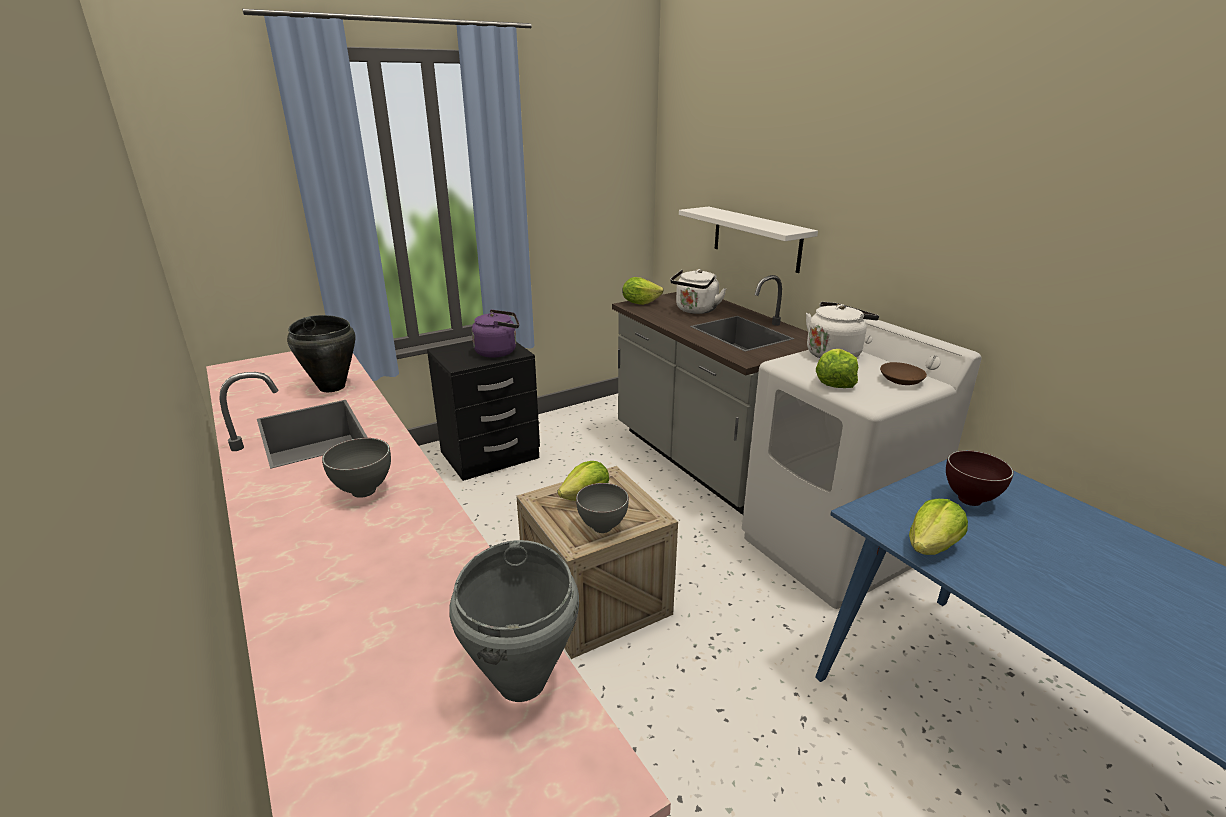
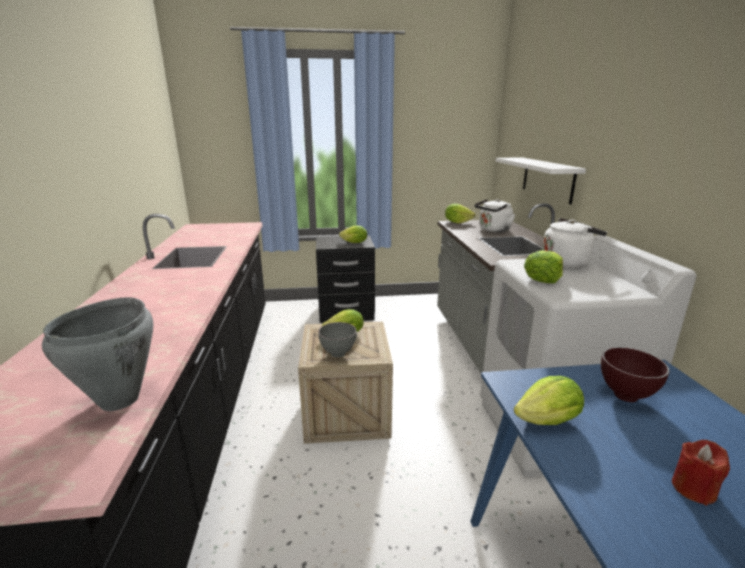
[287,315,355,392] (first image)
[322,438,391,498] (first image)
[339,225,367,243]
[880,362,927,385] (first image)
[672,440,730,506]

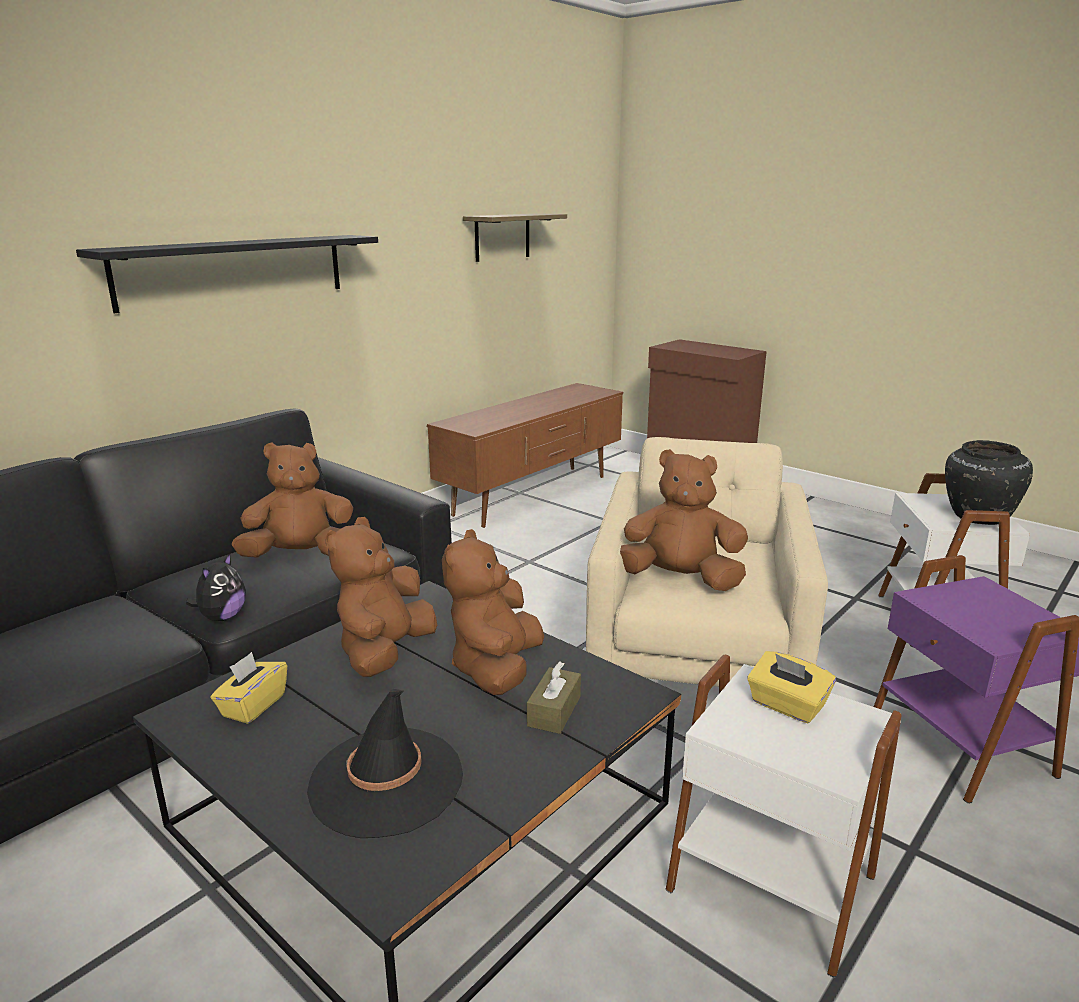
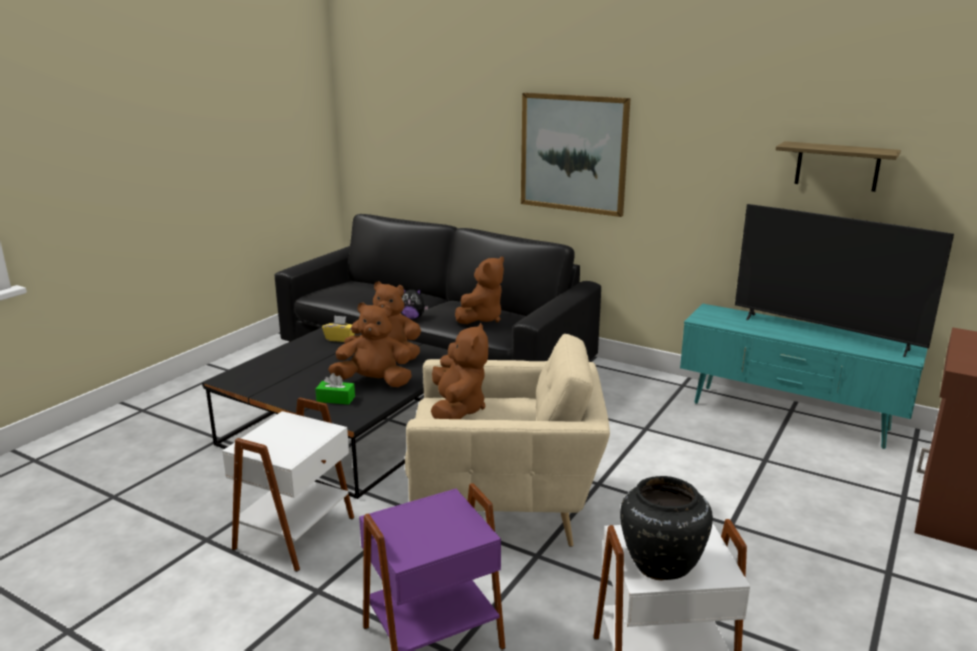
[521,93,631,217]
[455,256,504,324]
[307,689,463,838] (first image)
[680,303,928,449]
[315,373,355,405]
[747,651,836,724] (first image)
[735,204,954,357]

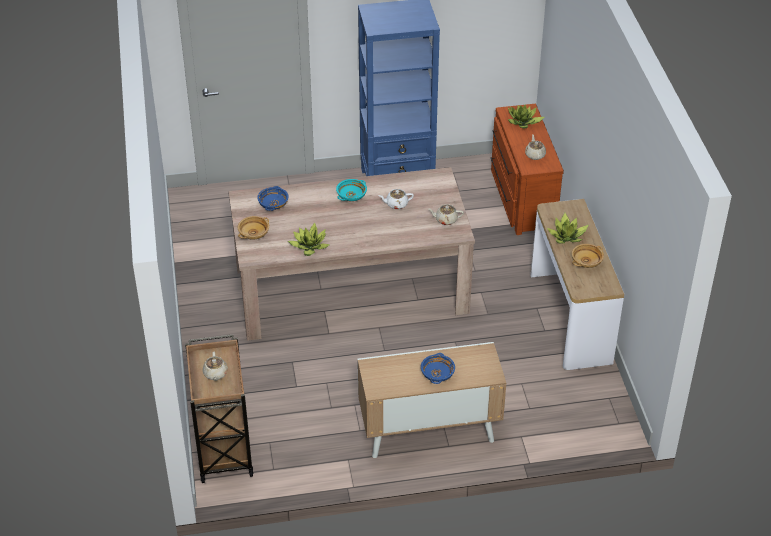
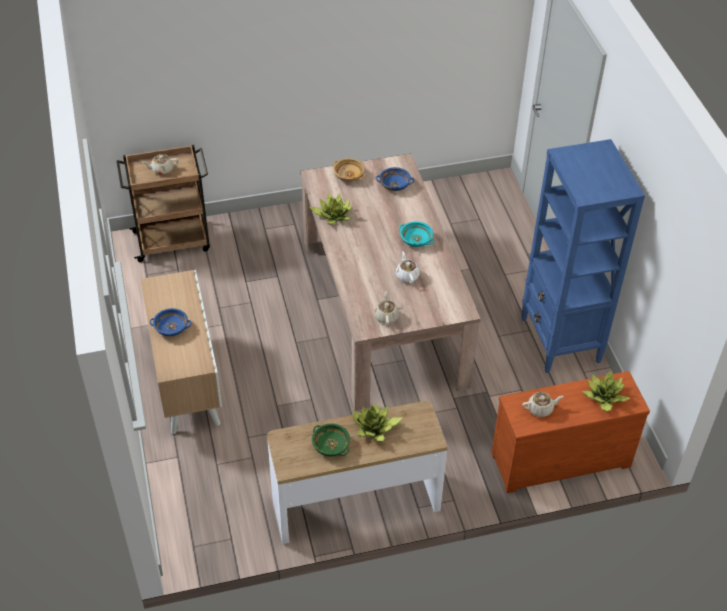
[312,424,350,456]

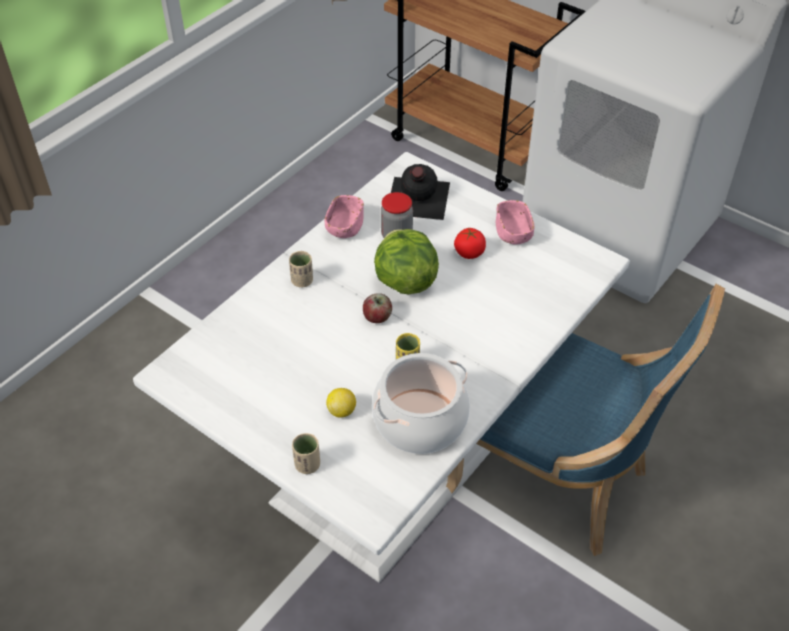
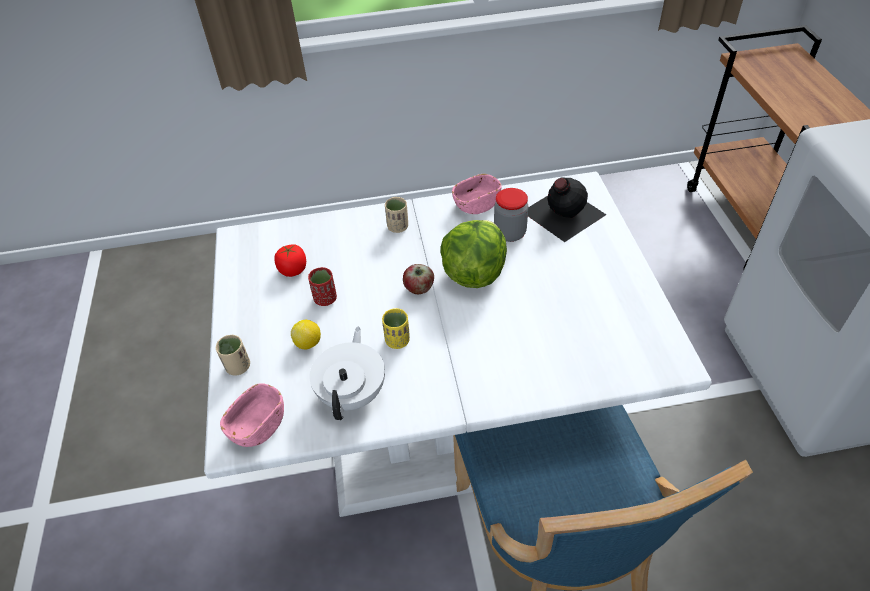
[309,327,385,420]
[274,244,306,277]
[220,383,284,447]
[308,267,337,306]

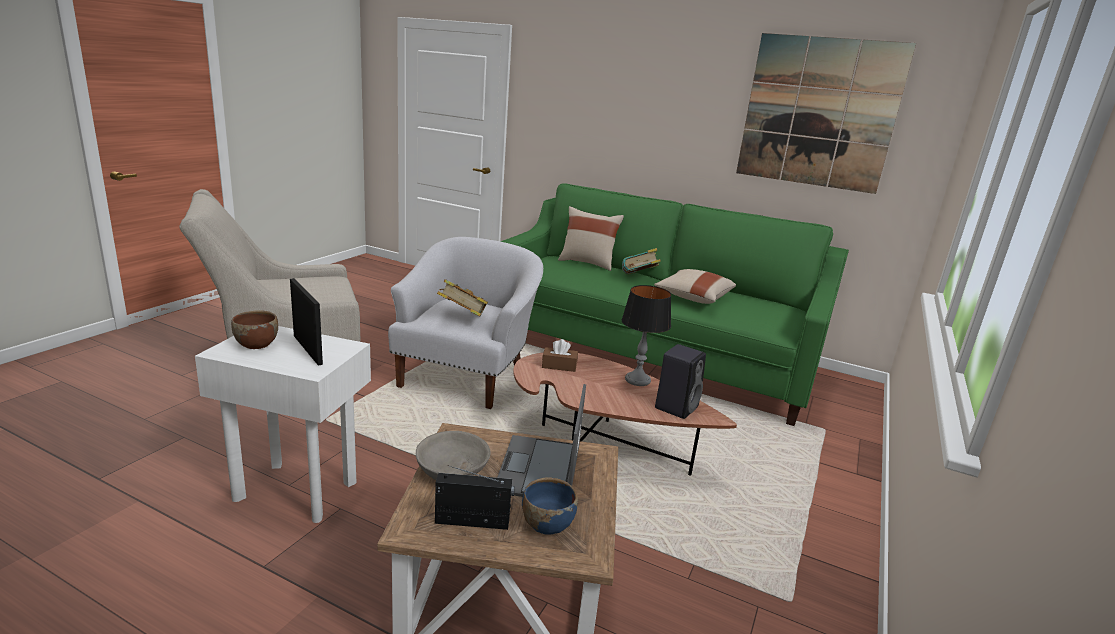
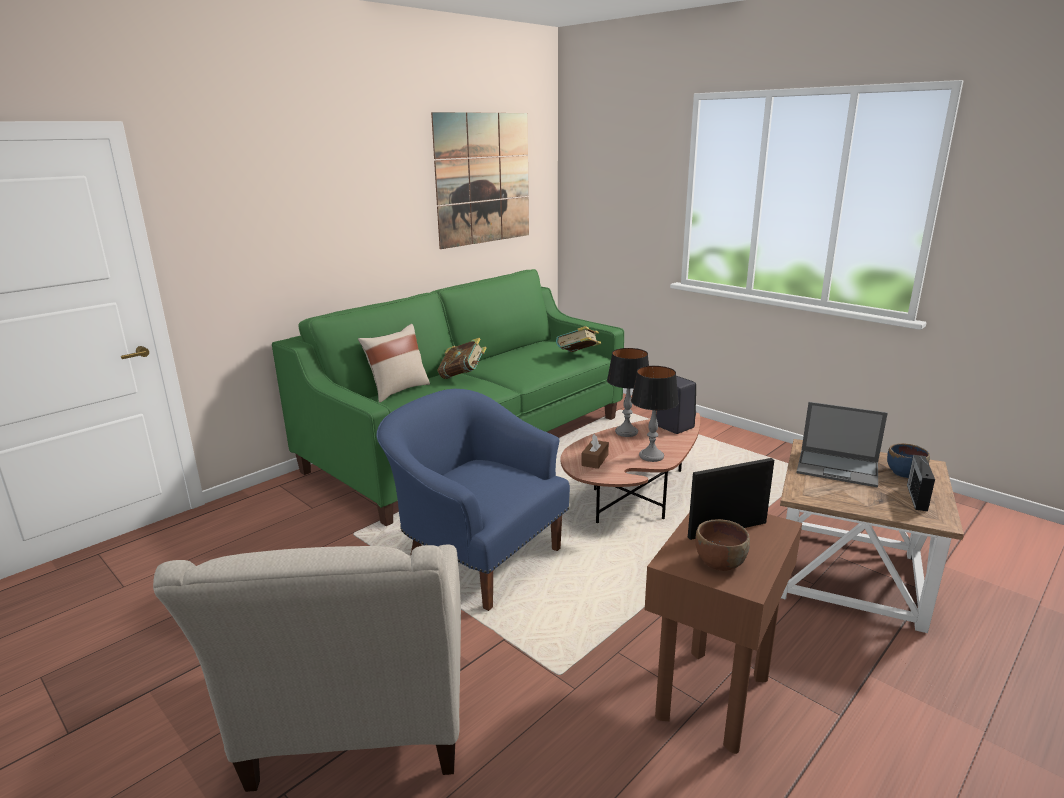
[645,512,802,754]
[376,389,570,611]
[416,431,491,480] (first image)
[556,326,601,352]
[654,269,736,304] (first image)
[631,366,679,462]

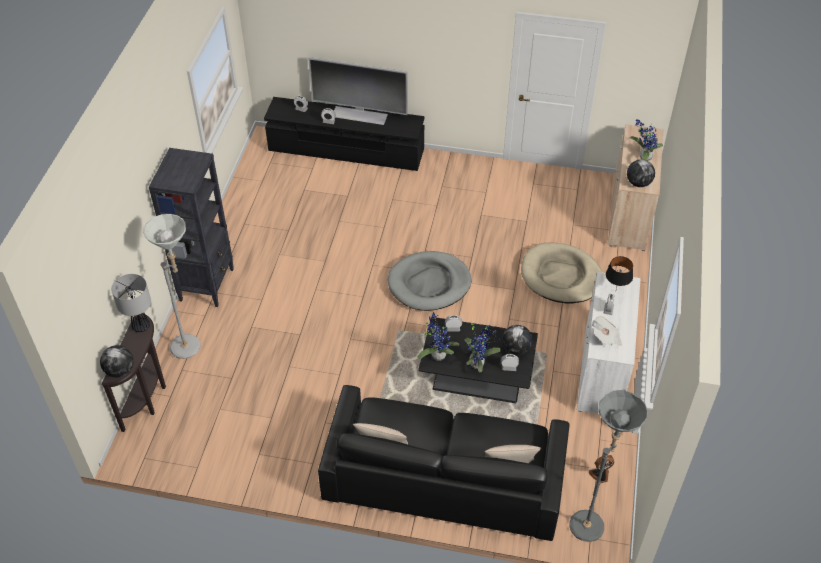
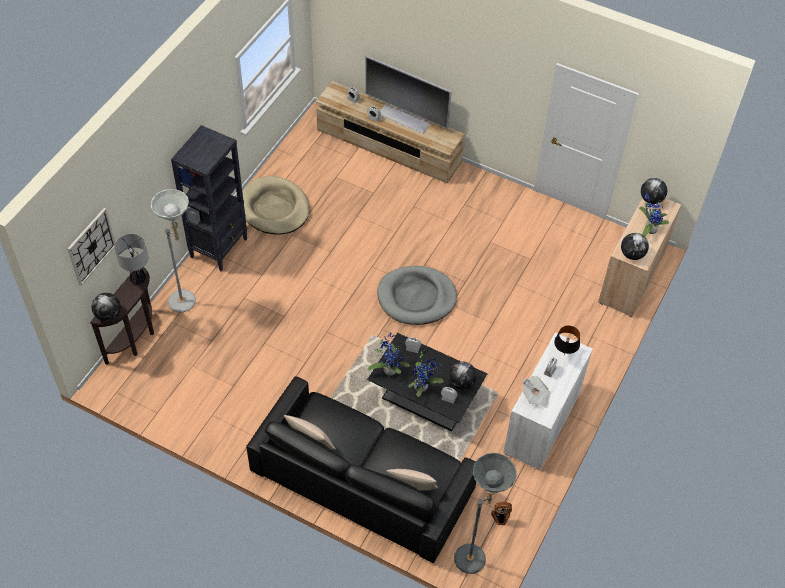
[316,81,465,183]
[242,176,310,235]
[67,208,116,286]
[641,178,667,204]

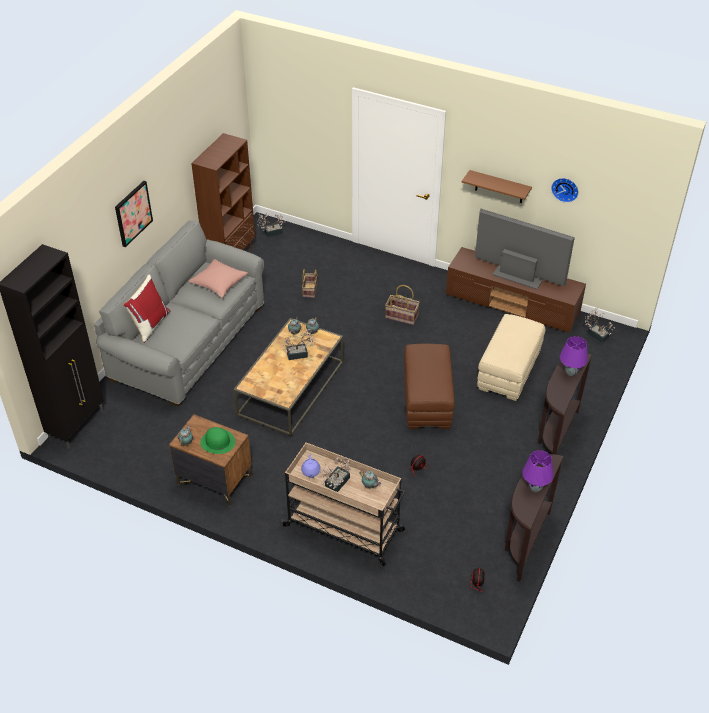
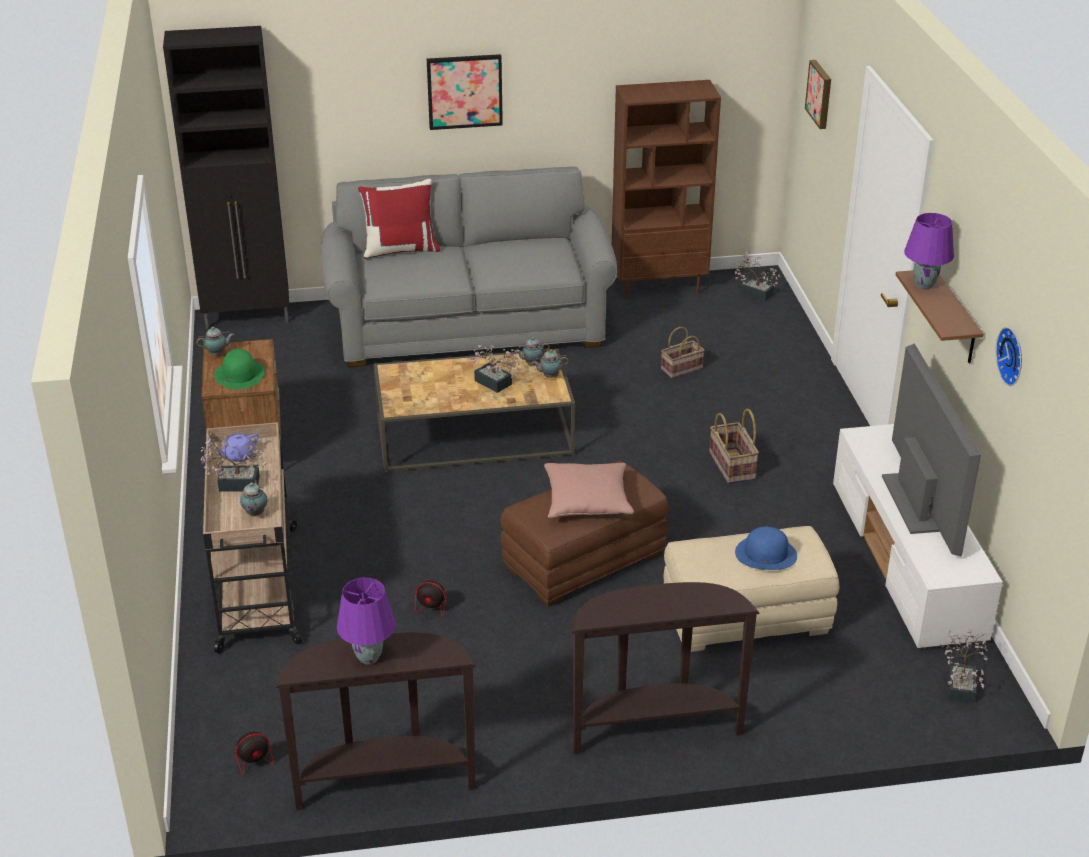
[544,463,634,518]
[833,424,1003,650]
[904,213,954,289]
[735,527,797,570]
[805,60,831,129]

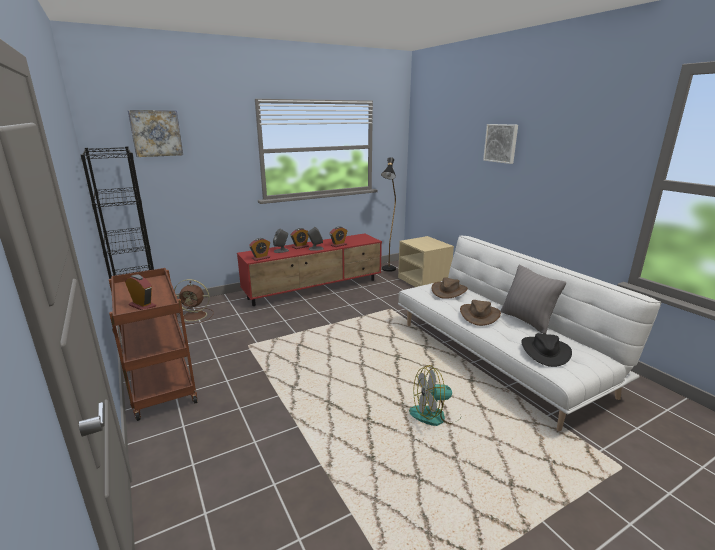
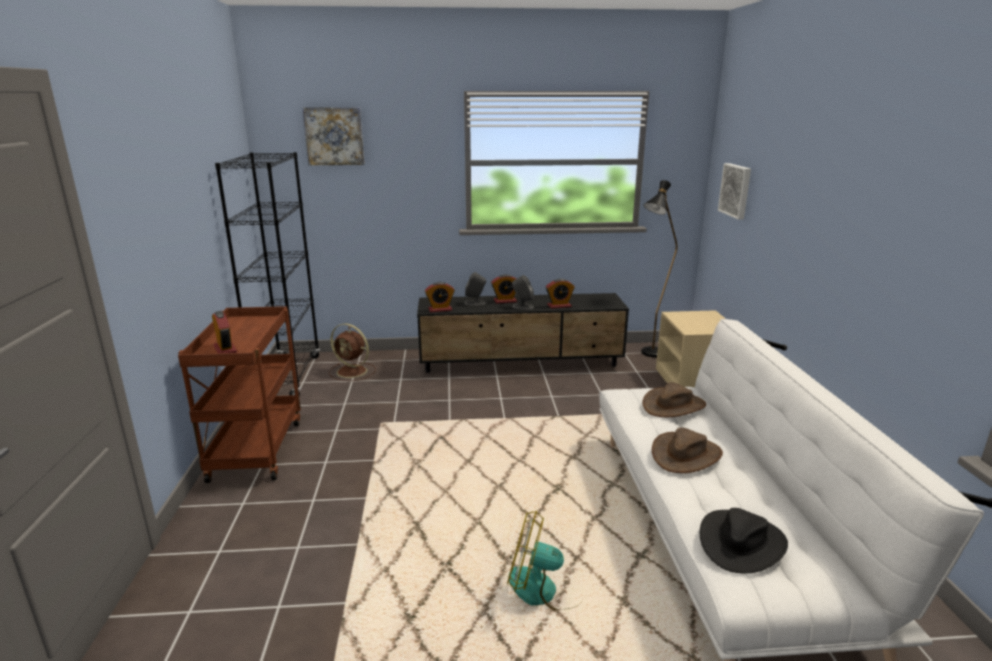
[417,293,629,373]
[718,163,751,220]
[501,265,566,334] (first image)

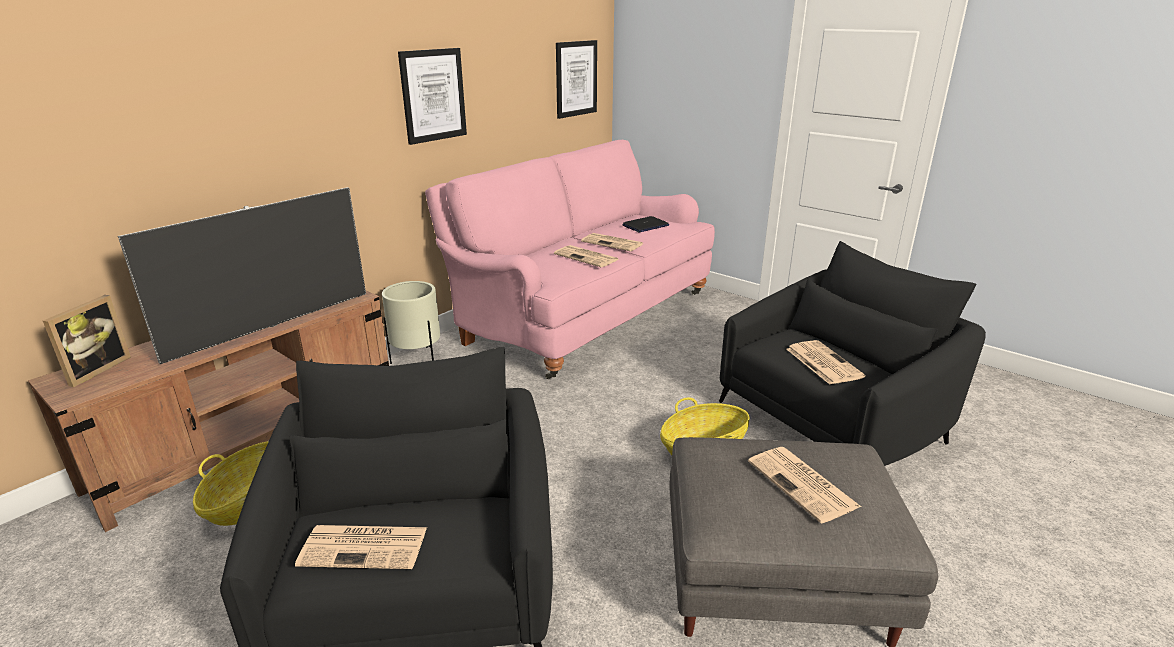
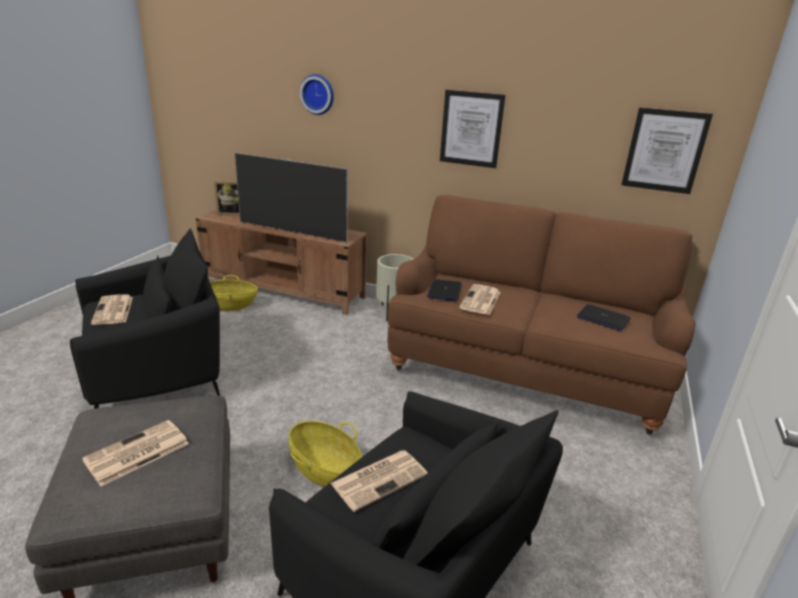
[387,195,696,435]
[581,233,643,251] (first image)
[300,74,334,115]
[427,279,462,302]

